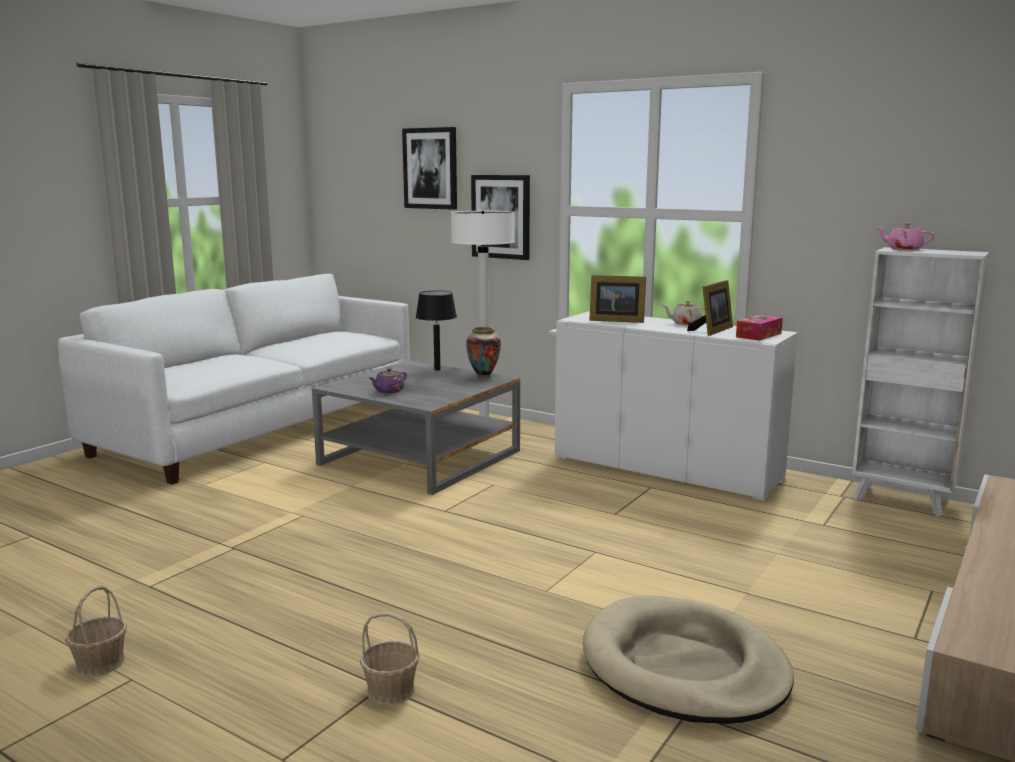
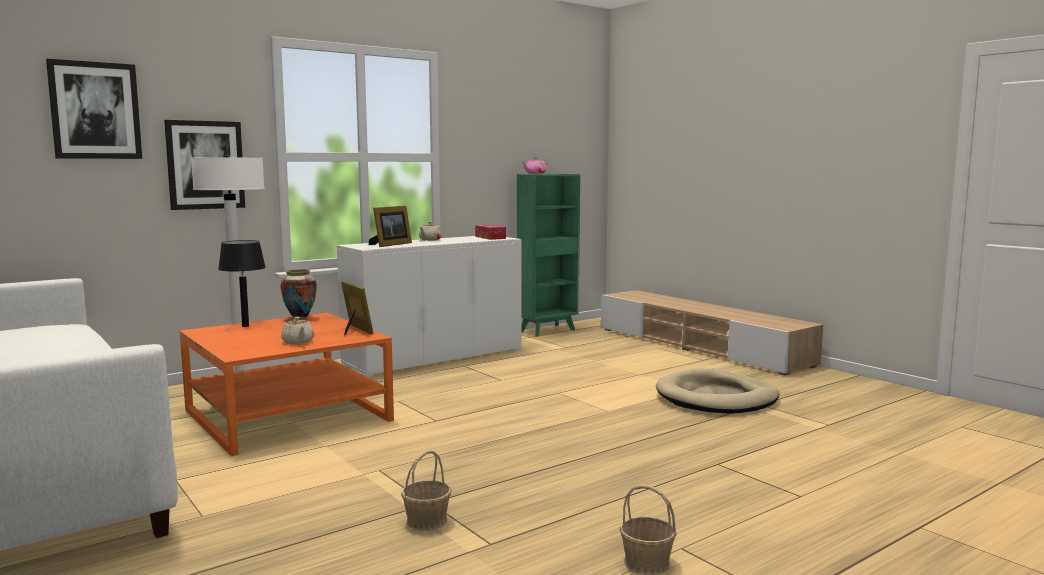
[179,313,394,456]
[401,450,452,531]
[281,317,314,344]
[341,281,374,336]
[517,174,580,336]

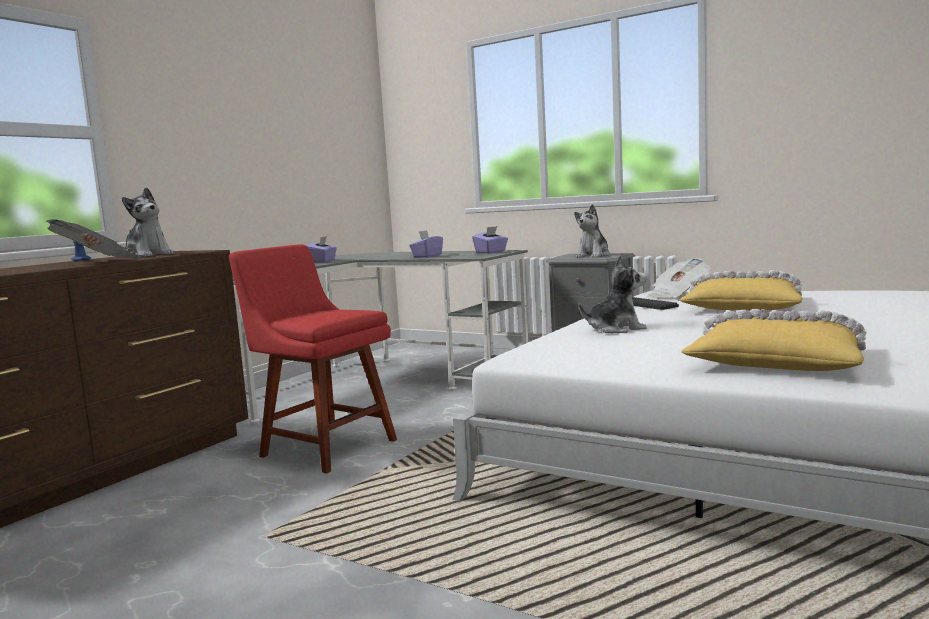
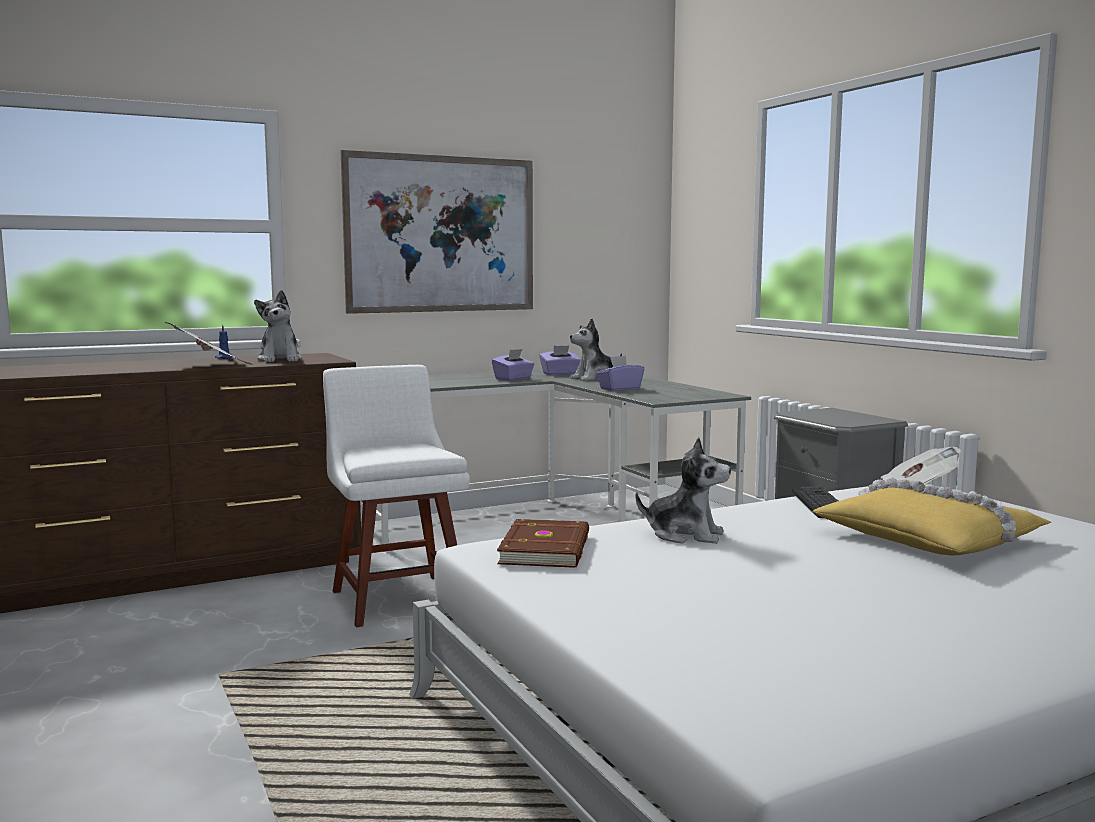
[323,365,470,627]
[539,346,580,375]
[570,319,622,381]
[681,309,867,371] (first image)
[341,150,533,314]
[497,519,589,568]

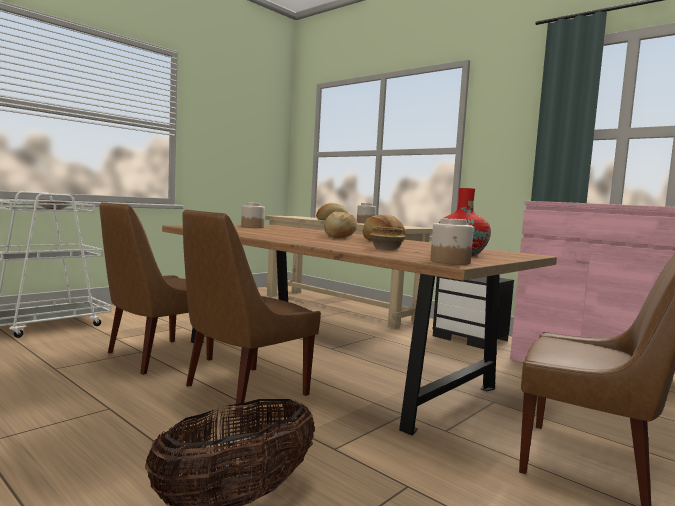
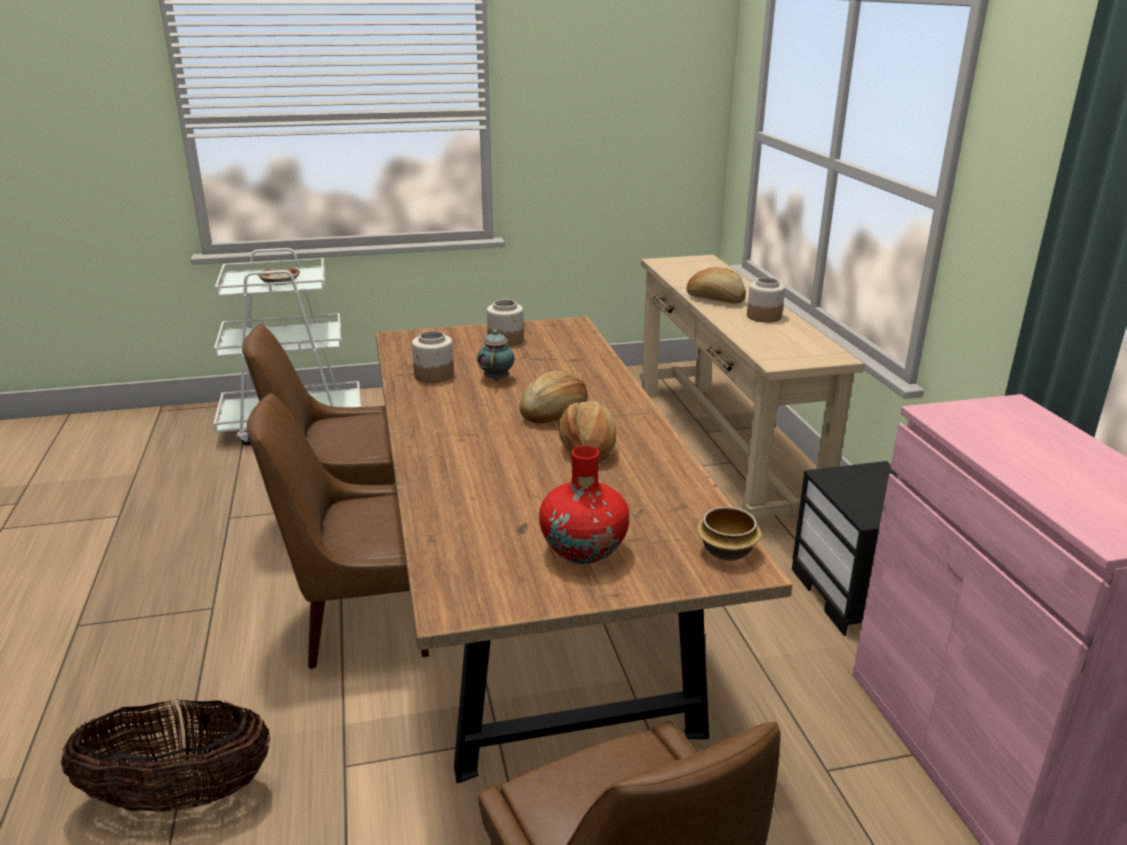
[697,507,761,561]
[412,331,454,383]
[477,330,515,381]

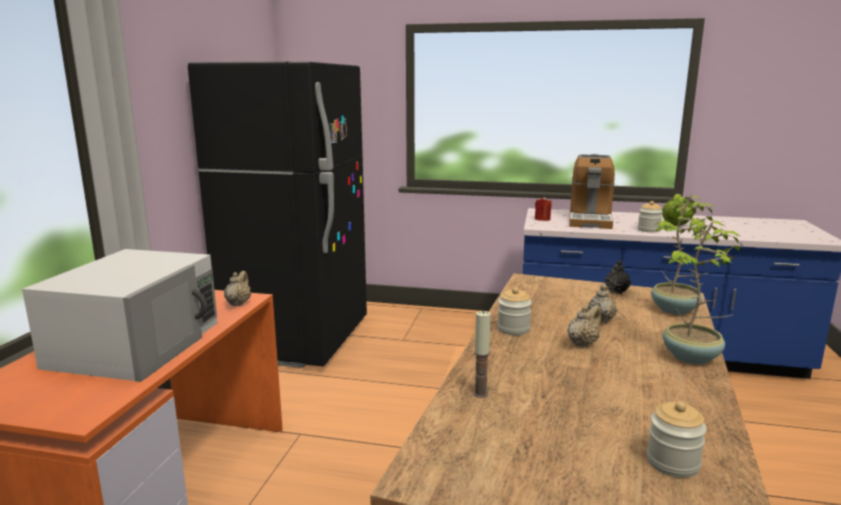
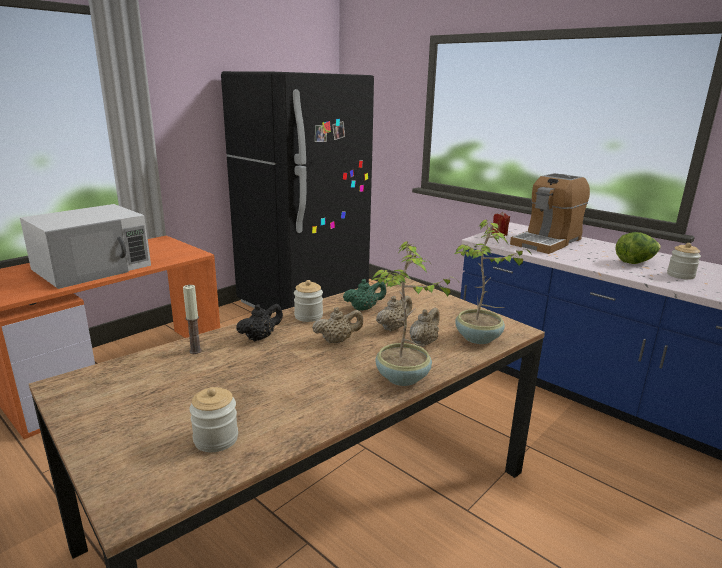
[410,308,440,347]
[236,304,283,341]
[667,243,701,280]
[343,279,386,311]

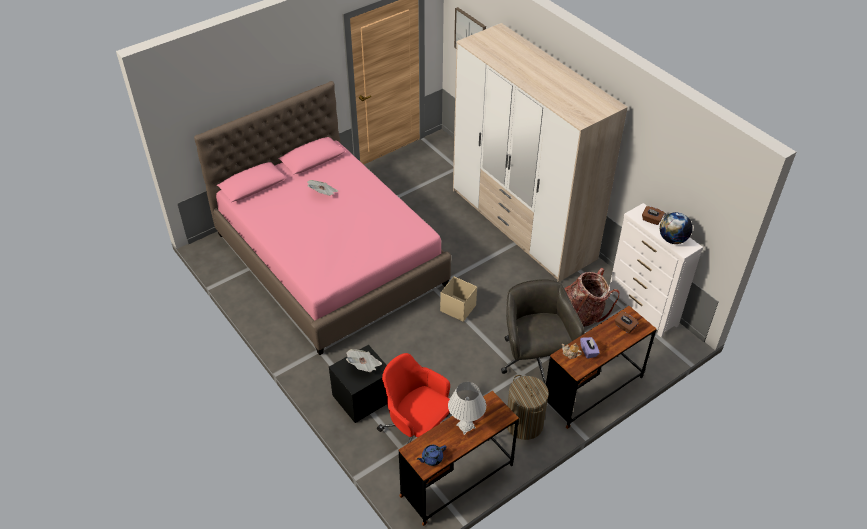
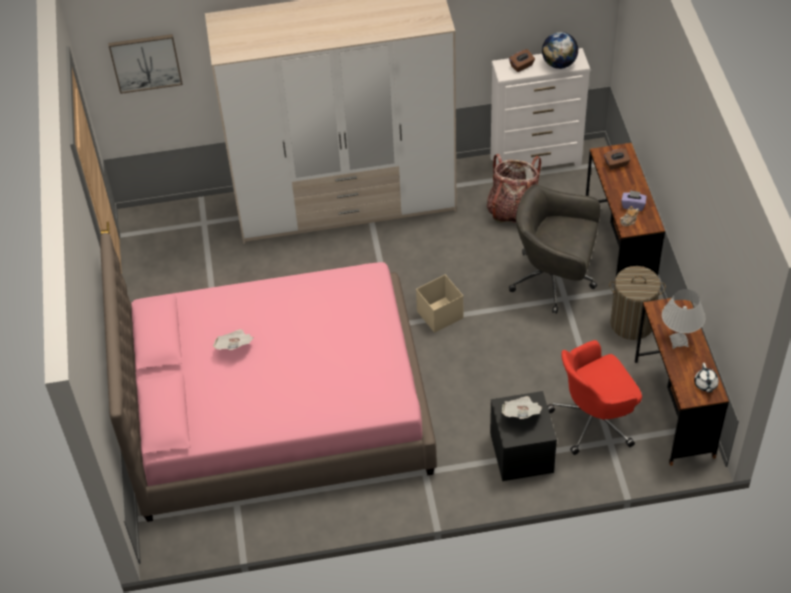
[694,363,719,393]

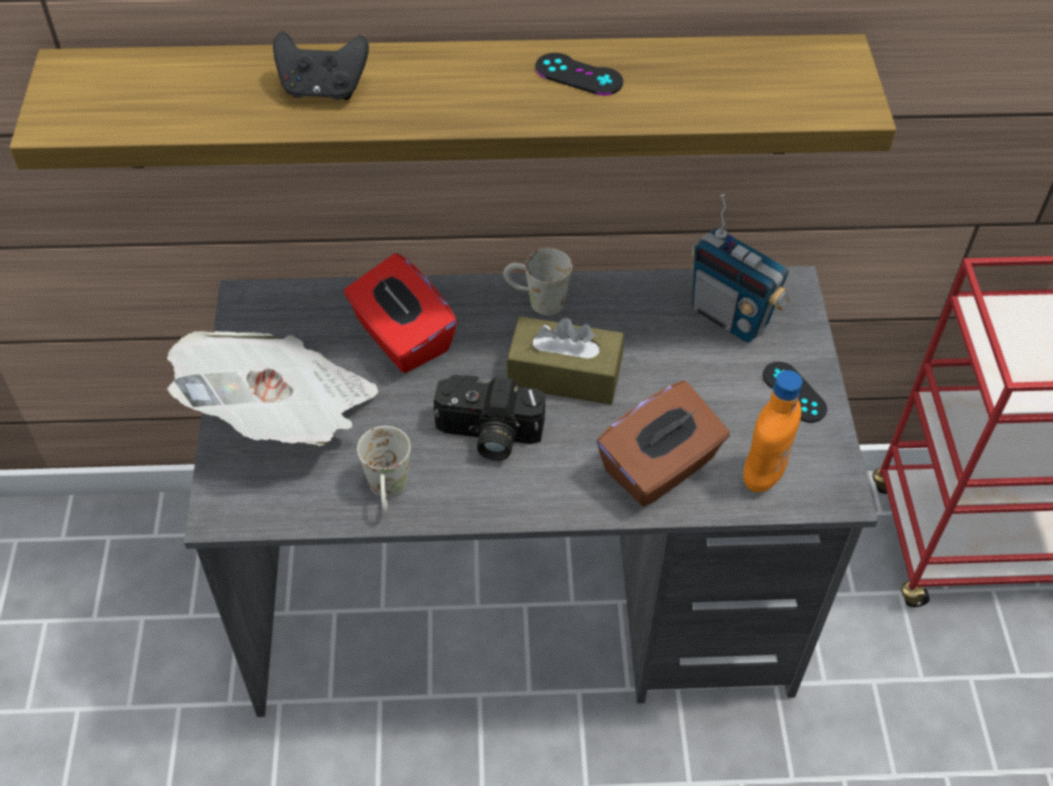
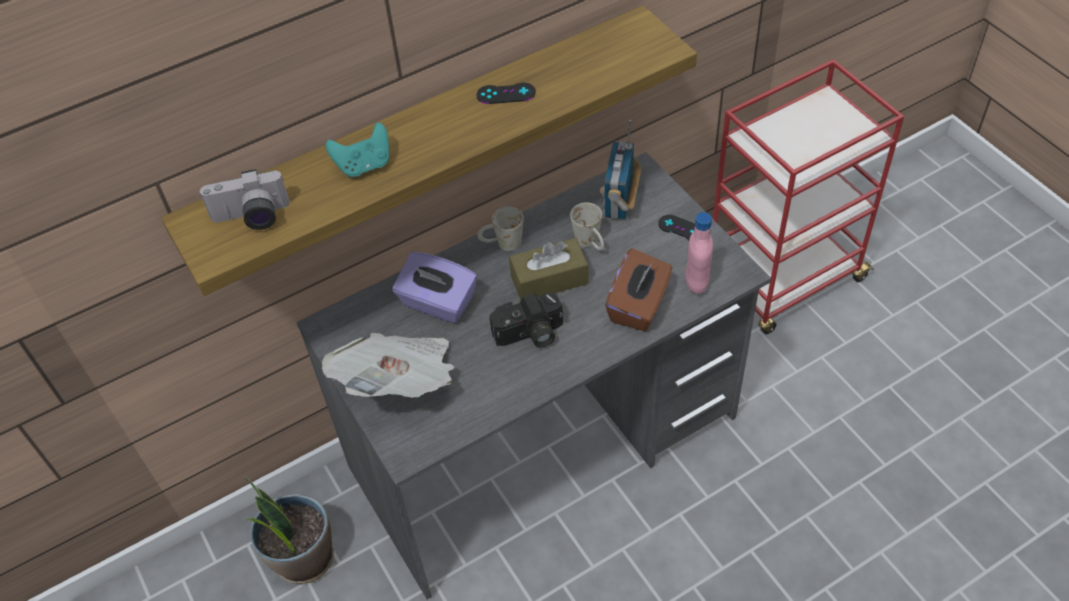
[326,123,389,177]
[393,252,477,323]
[570,202,604,250]
[600,120,641,219]
[685,212,713,294]
[200,169,290,230]
[244,476,334,584]

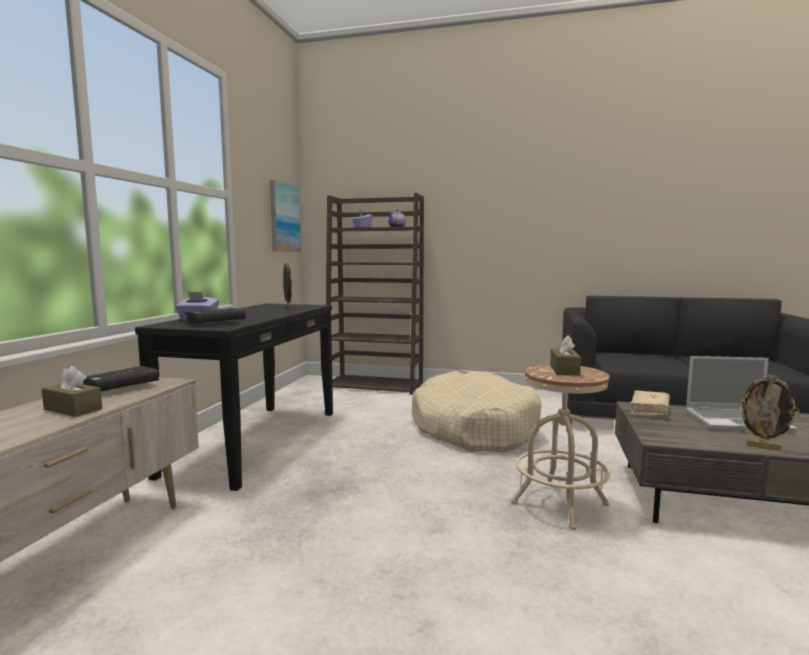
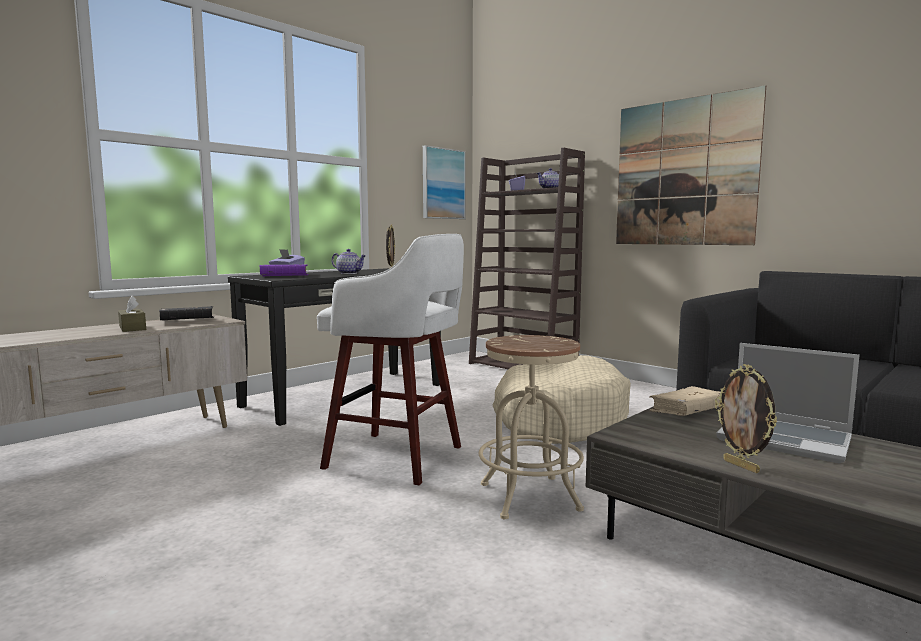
[259,264,308,276]
[550,336,581,376] (first image)
[317,234,464,485]
[331,249,366,274]
[616,85,766,245]

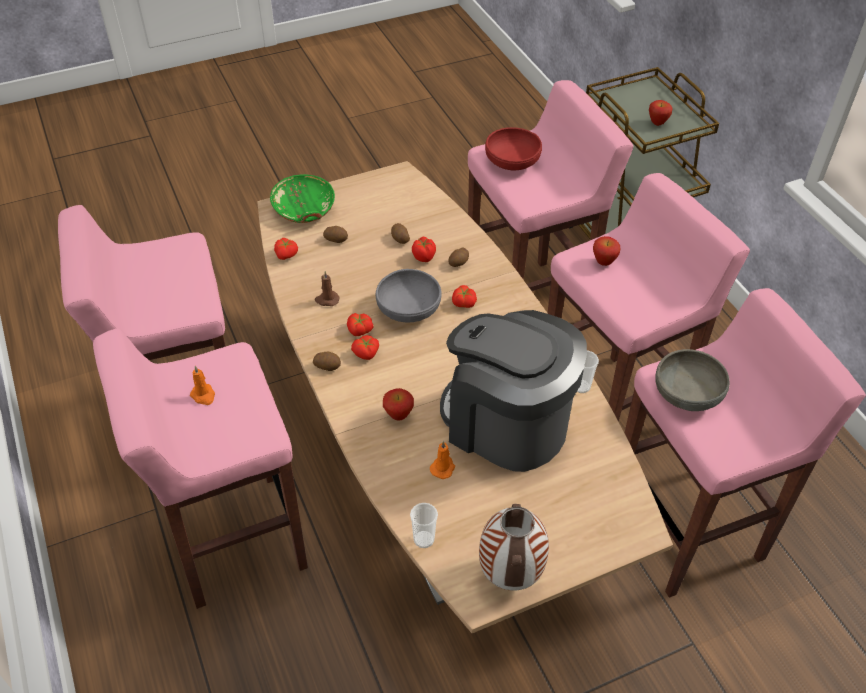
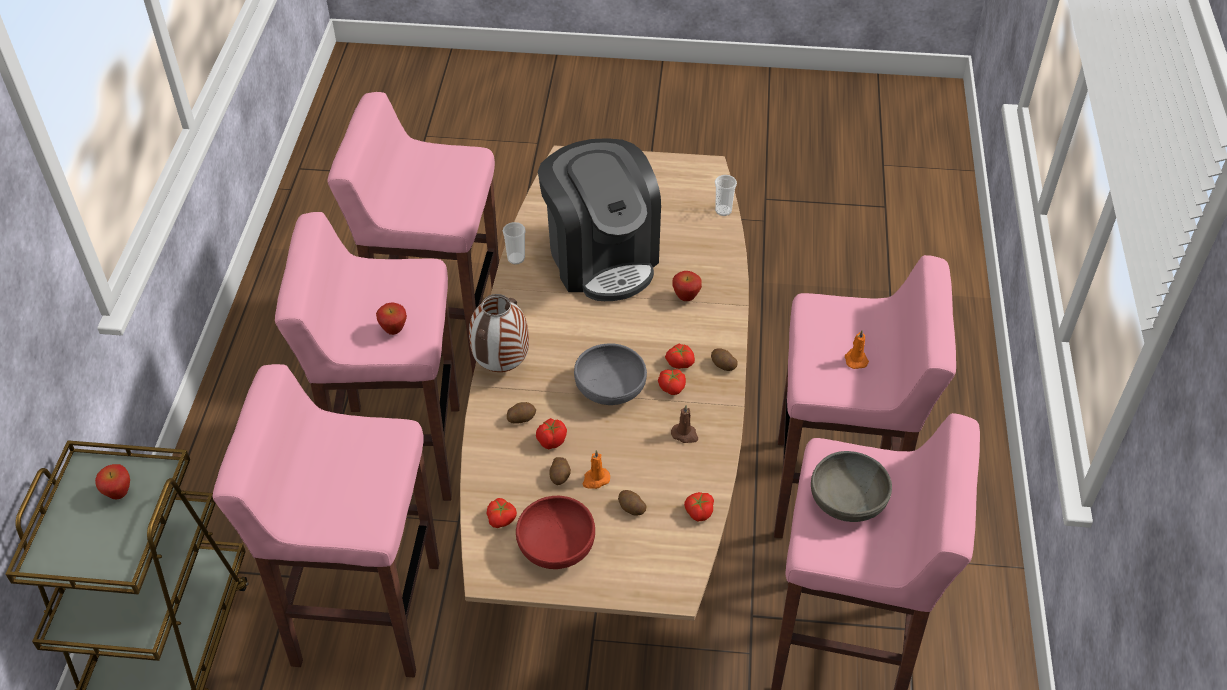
[270,174,335,223] (first image)
[583,450,610,489]
[486,498,517,528]
[469,294,529,372]
[516,496,595,569]
[811,451,892,522]

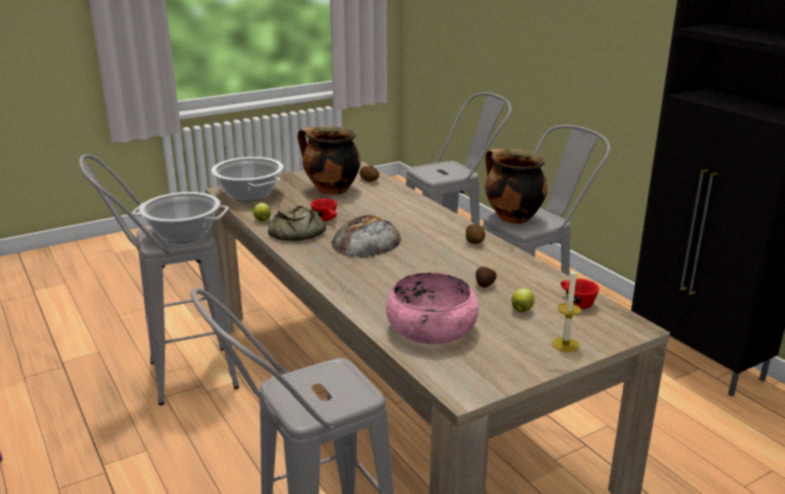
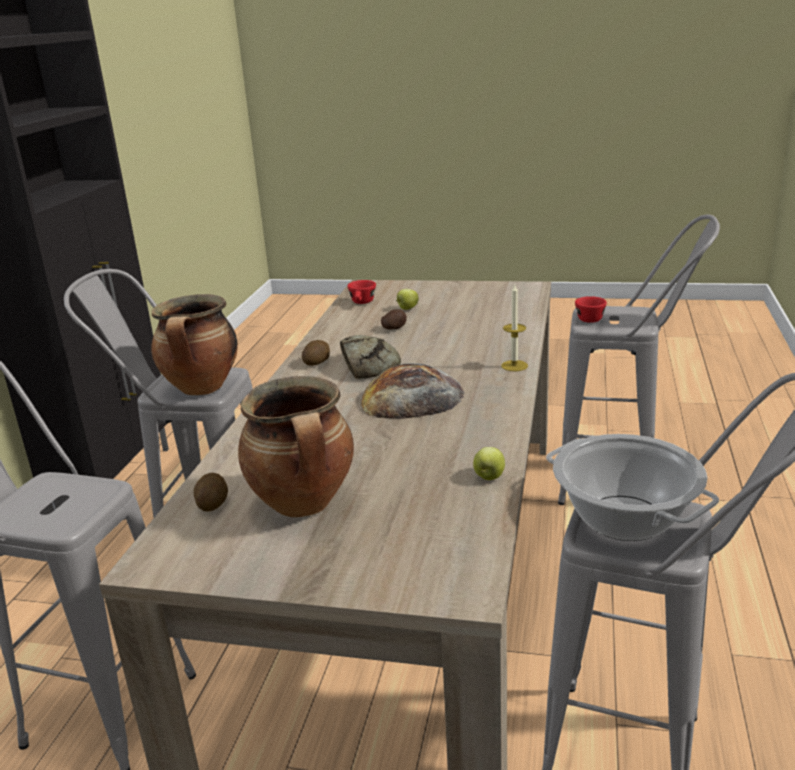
[211,157,284,201] (first image)
[340,335,401,379]
[575,296,607,323]
[386,272,479,344] (first image)
[501,285,528,371]

